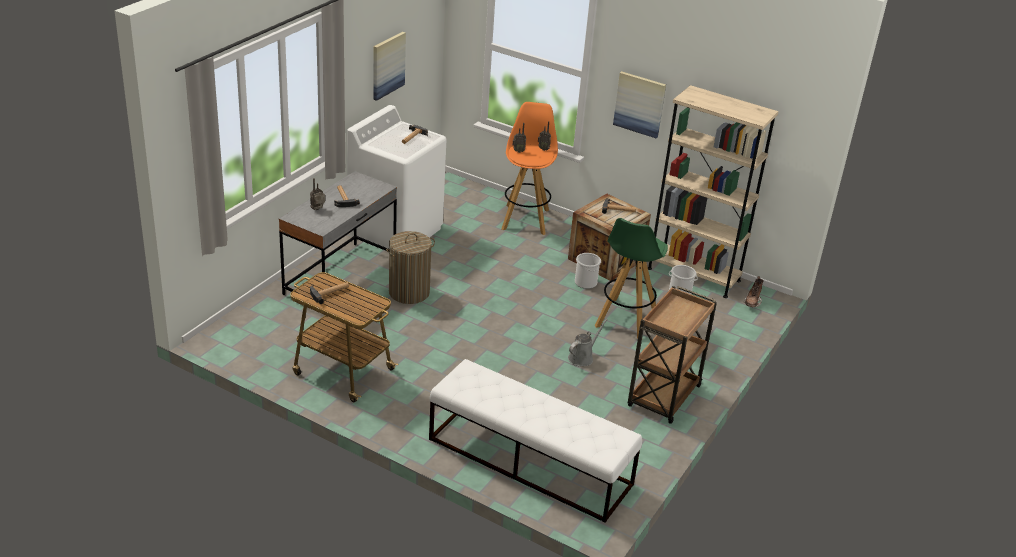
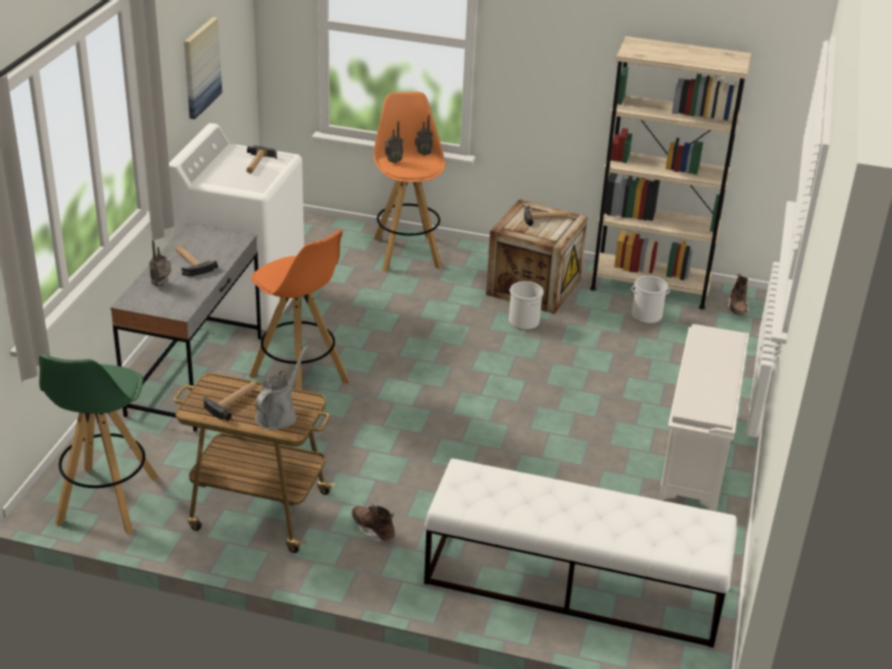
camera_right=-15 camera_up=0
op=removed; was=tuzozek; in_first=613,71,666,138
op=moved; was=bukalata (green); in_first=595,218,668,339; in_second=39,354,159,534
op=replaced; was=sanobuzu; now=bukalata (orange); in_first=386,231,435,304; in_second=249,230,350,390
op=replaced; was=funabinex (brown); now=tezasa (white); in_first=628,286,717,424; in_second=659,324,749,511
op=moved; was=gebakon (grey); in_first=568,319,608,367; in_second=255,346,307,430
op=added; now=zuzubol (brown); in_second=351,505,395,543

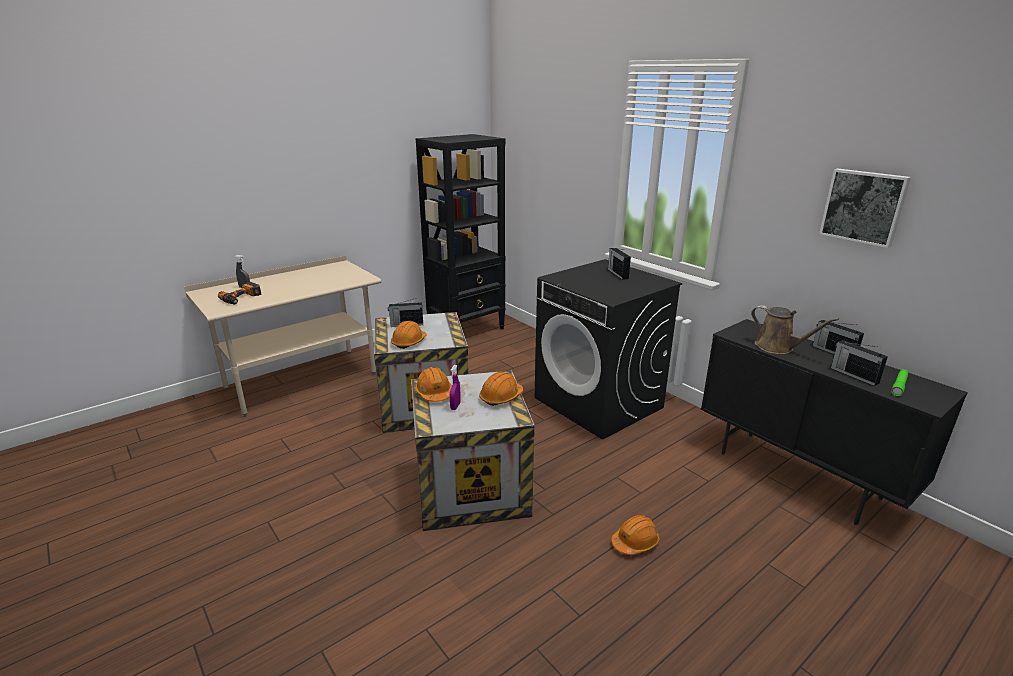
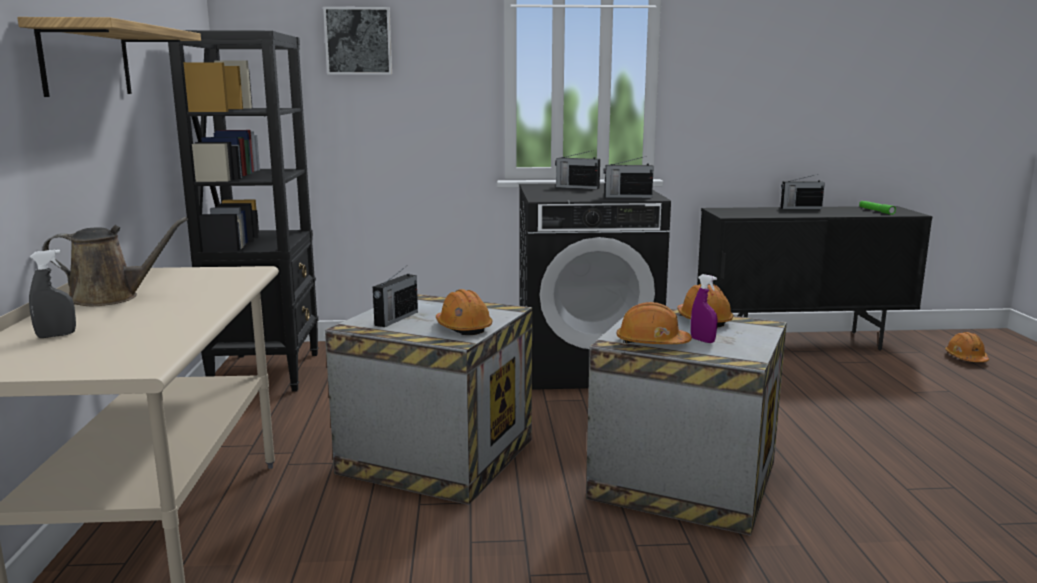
camera_right=-55 camera_up=-10
op=moved; was=tuzozek; in_first=819,169,911,248; in_second=323,7,392,75
op=removed; was=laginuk; in_first=218,282,261,305
op=moved; was=gebakon (brown); in_first=751,305,839,354; in_second=43,217,188,306
op=moved; was=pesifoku; in_first=831,340,888,386; in_second=604,156,654,198
op=moved; was=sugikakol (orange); in_first=611,515,660,555; in_second=945,332,989,362
op=added; now=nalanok; in_second=17,17,201,97

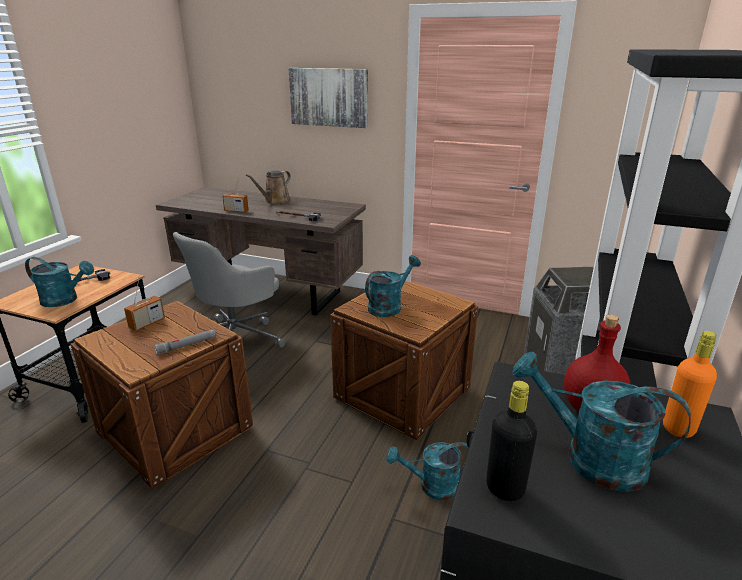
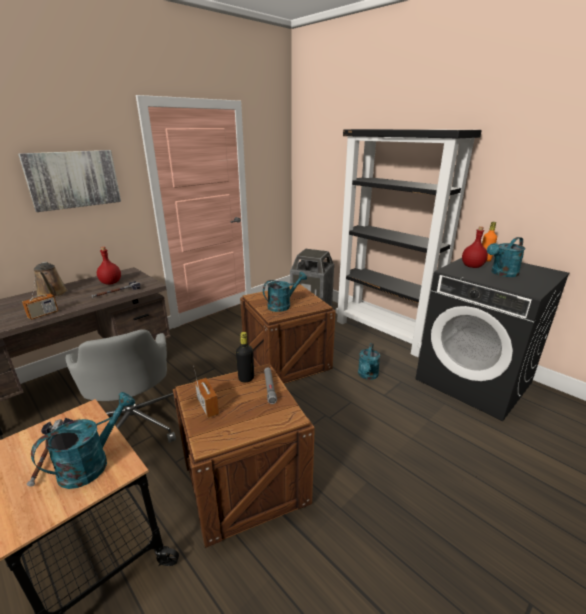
camera_right=-65 camera_up=0
op=turned; was=gebakon (turquoise); in_first=365,255,421,317; in_second=263,272,307,312; clockwise=75
op=moved; was=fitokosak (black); in_first=486,381,537,501; in_second=236,332,254,382
op=added; now=fitokosak (red); in_second=97,247,121,285

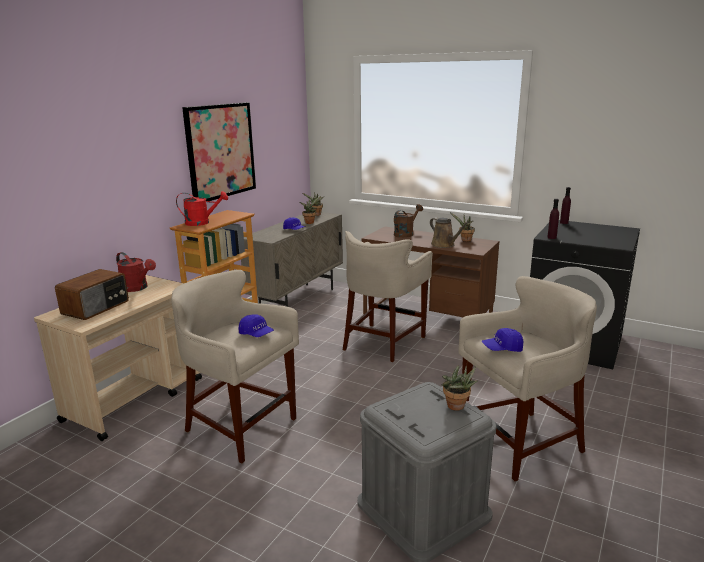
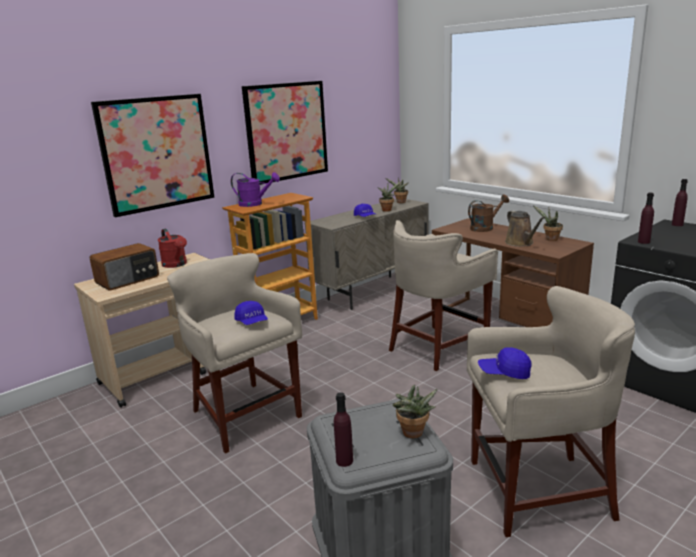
camera_right=20 camera_up=0
op=recoloured; was=gebakon (red); now=gebakon (purple); in_first=176,191,228,226; in_second=231,172,280,207
op=added; now=tuzozek; in_second=91,94,215,217
op=added; now=fitokosak (purple); in_second=334,392,353,467

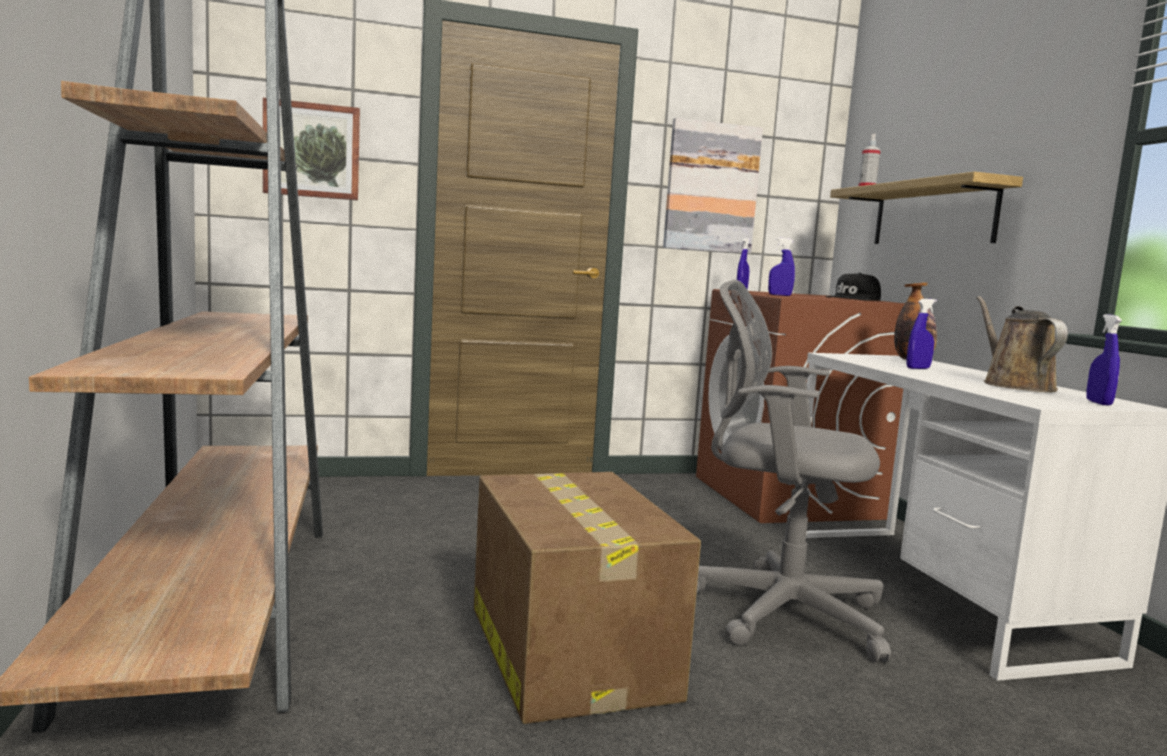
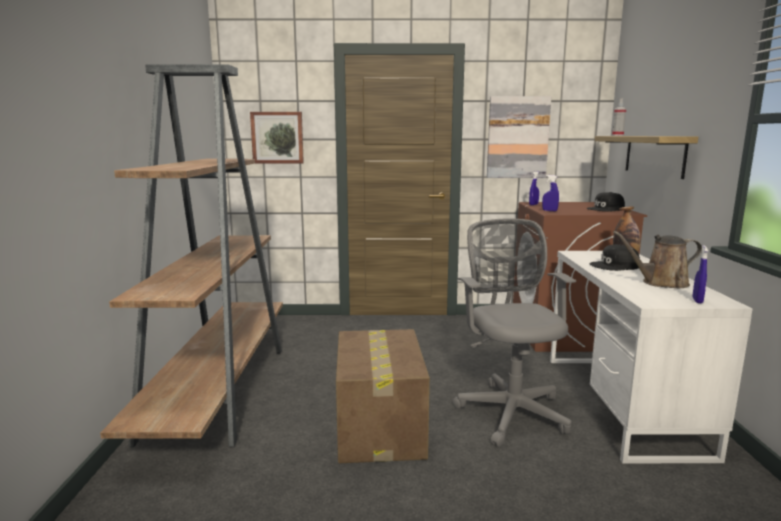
camera_right=15 camera_up=5
op=turned; was=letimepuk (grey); in_first=696,280,891,662; in_second=452,218,576,447; clockwise=45
op=turned; was=gebakon (brown); in_first=976,296,1068,392; in_second=613,231,702,288; clockwise=-105
op=replaced; was=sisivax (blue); now=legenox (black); in_first=907,299,937,369; in_second=589,244,640,271

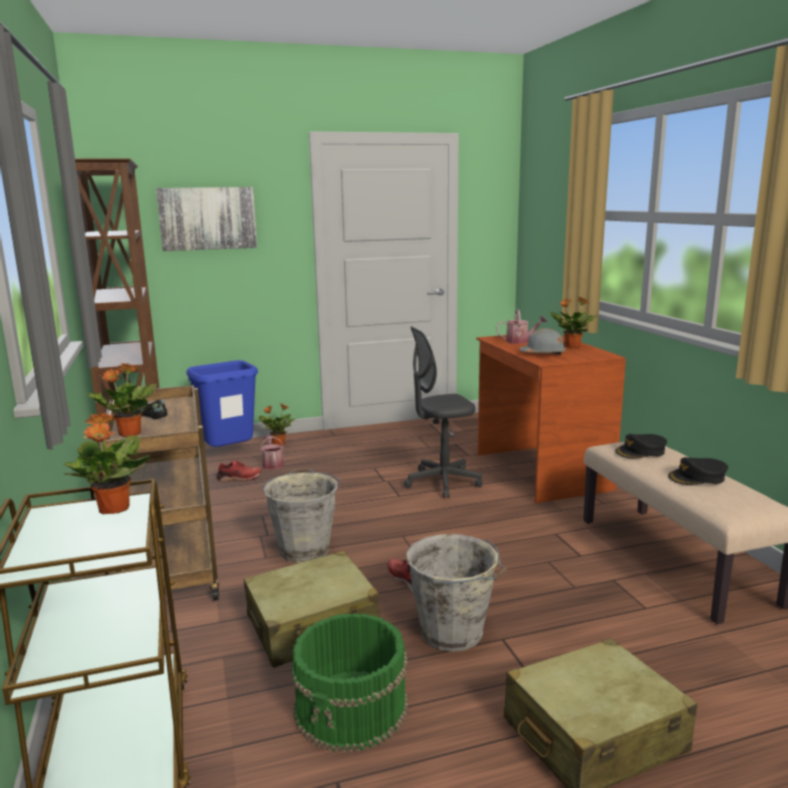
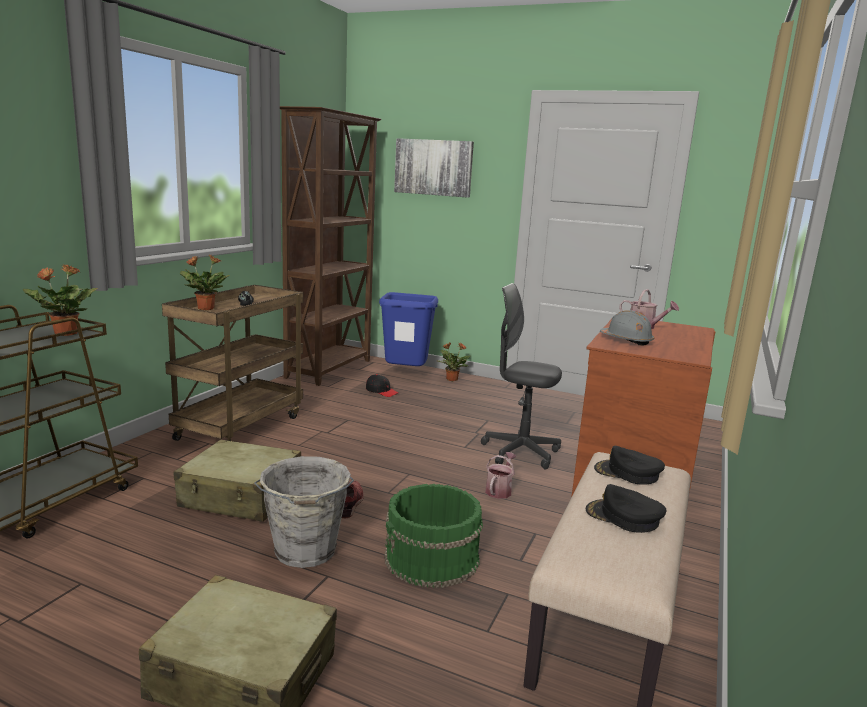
camera_right=40 camera_up=0
op=removed; was=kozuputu; in_first=550,297,598,349
op=moved; was=gebakon; in_first=260,435,284,470; in_second=485,452,516,499
op=replaced; was=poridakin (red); now=legenox (black); in_first=217,460,261,481; in_second=366,374,399,397
op=removed; was=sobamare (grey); in_first=262,469,341,563
op=moved; was=sobamare (green); in_first=291,613,408,752; in_second=384,484,483,588

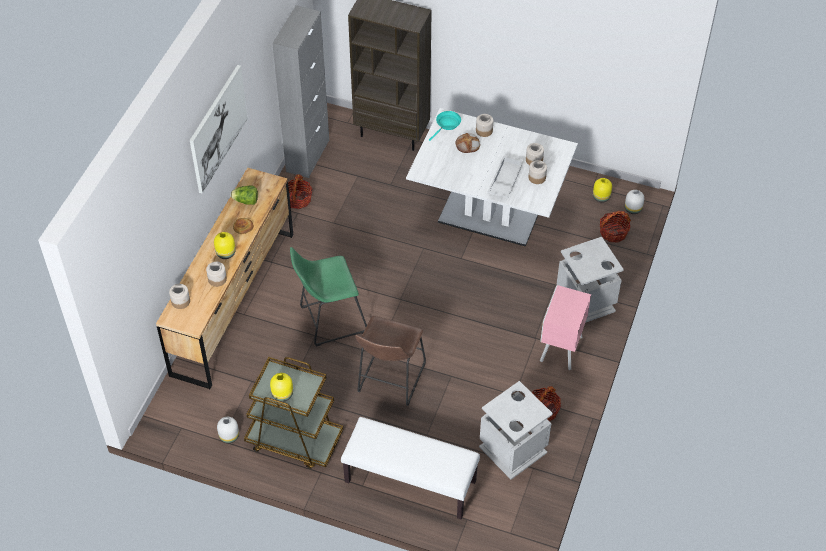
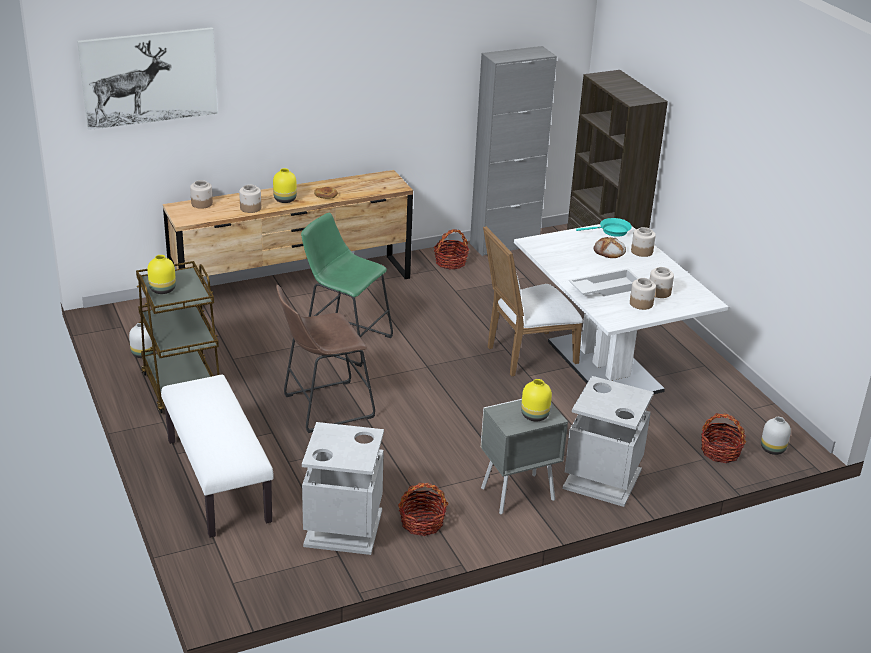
camera_right=45 camera_up=-20
op=moved; was=tuzozek; in_first=190,65,248,194; in_second=77,27,218,130
op=moved; was=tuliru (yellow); in_first=593,178,612,203; in_second=521,379,552,421
op=removed; was=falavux; in_first=231,186,258,205
op=recoloured; was=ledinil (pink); now=ledinil (grey); in_first=540,285,591,370; in_second=481,399,568,515
op=added; now=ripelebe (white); in_second=483,226,583,376

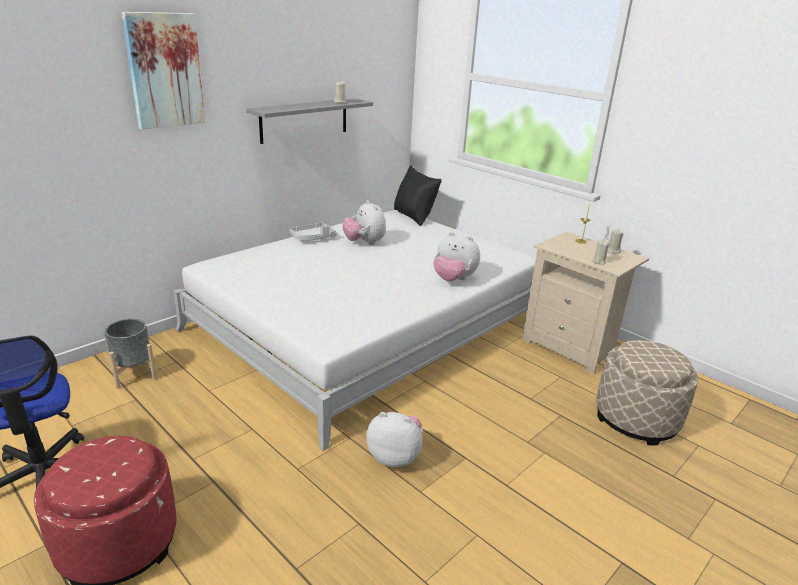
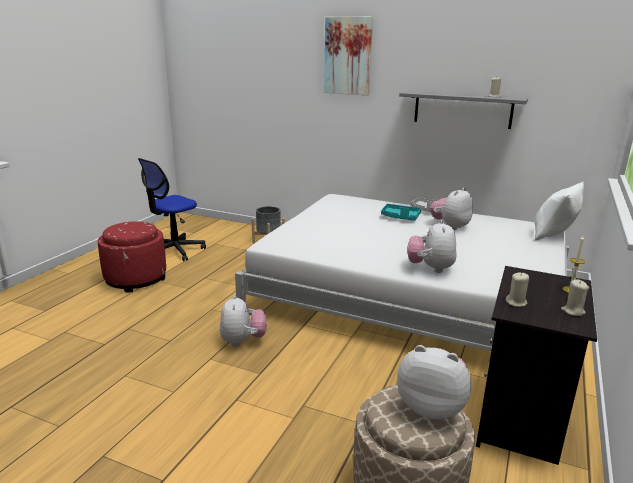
camera_right=70 camera_up=-5
op=recoloured; was=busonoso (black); now=busonoso (white); in_first=394,165,442,226; in_second=535,182,584,240
op=recoloured; was=ledinil (beige); now=ledinil (black); in_first=522,232,649,374; in_second=476,266,597,465
op=added; now=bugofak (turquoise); in_second=381,204,421,221
op=added; now=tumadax; in_second=397,345,472,421

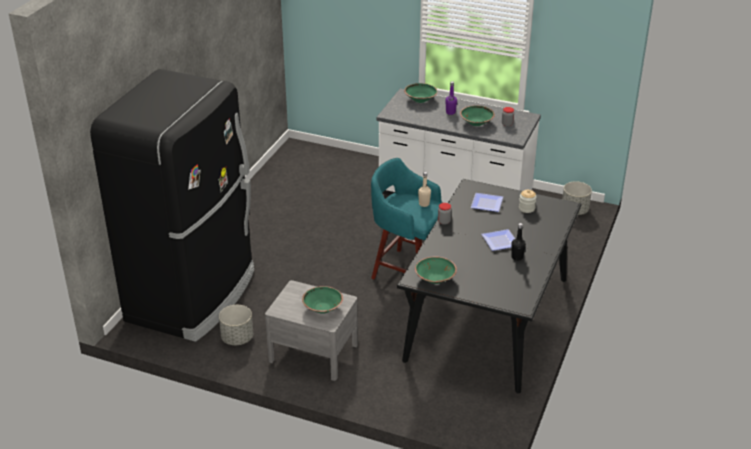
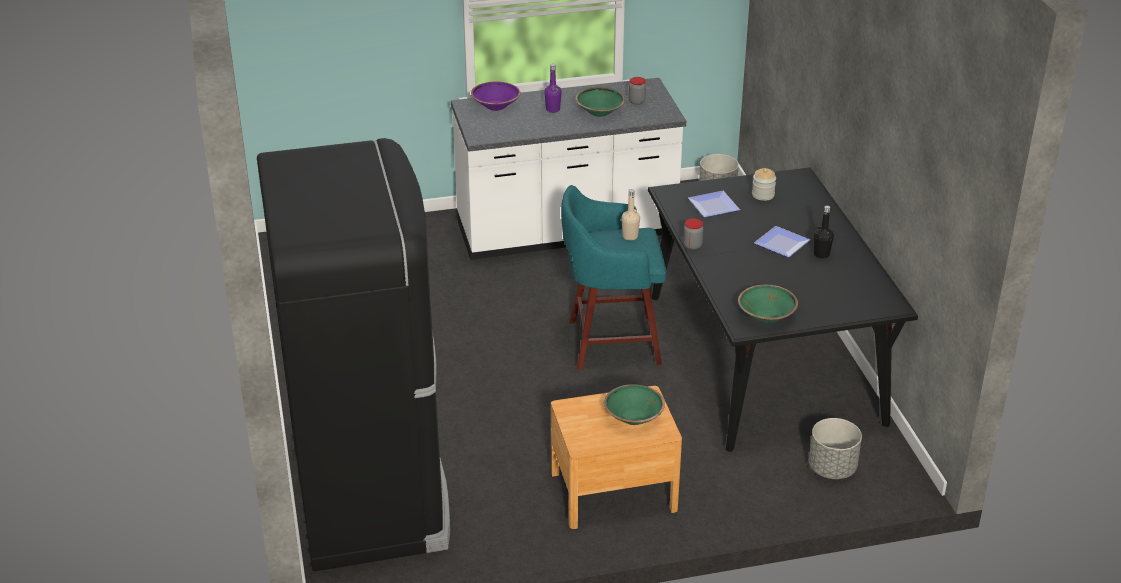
camera_right=-35 camera_up=0
op=recoloured; was=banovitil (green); now=banovitil (purple); in_first=404,83,438,103; in_second=471,82,521,111
op=recoloured; was=ledinil (grey); now=ledinil (brown); in_first=265,280,358,381; in_second=551,386,682,529
op=moved; was=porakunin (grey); in_first=219,305,253,345; in_second=809,418,862,479

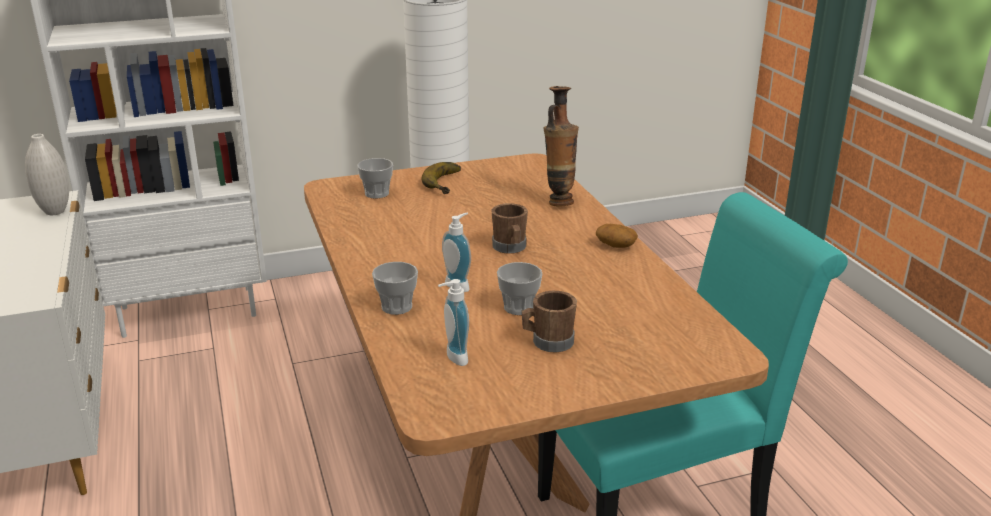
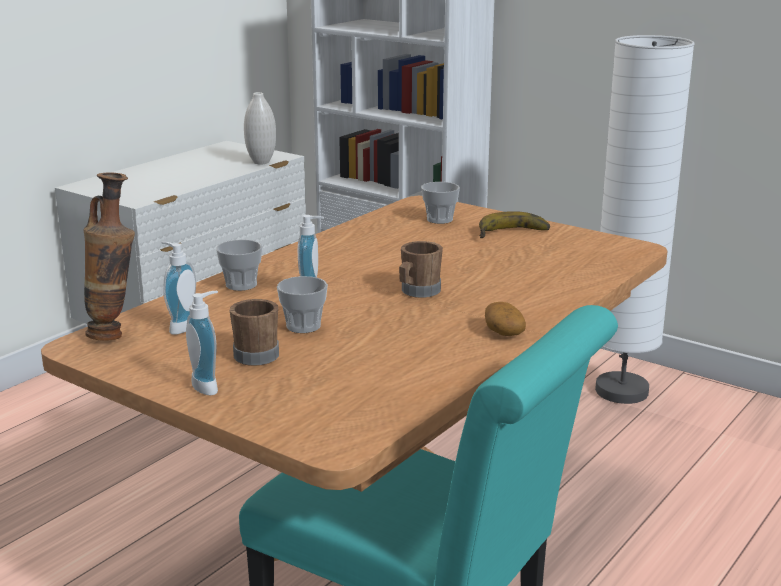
camera_right=55 camera_up=-5
op=moved; was=tuliru; in_first=544,86,579,206; in_second=84,172,135,341
op=added; now=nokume; in_second=186,291,218,395

